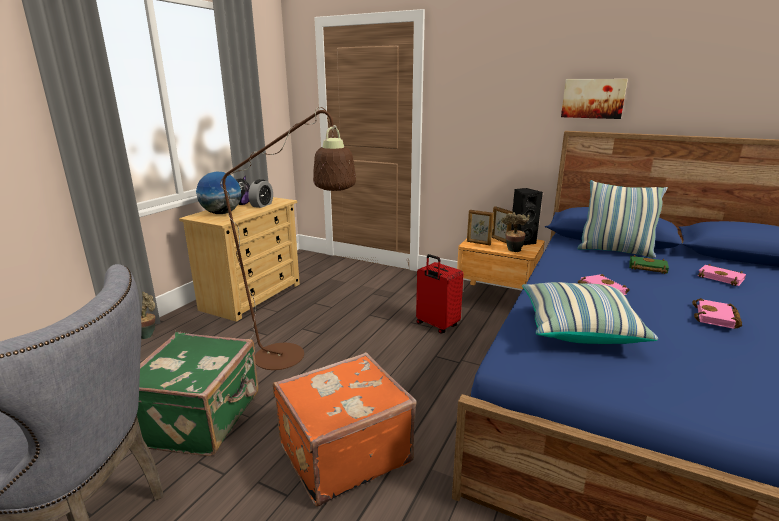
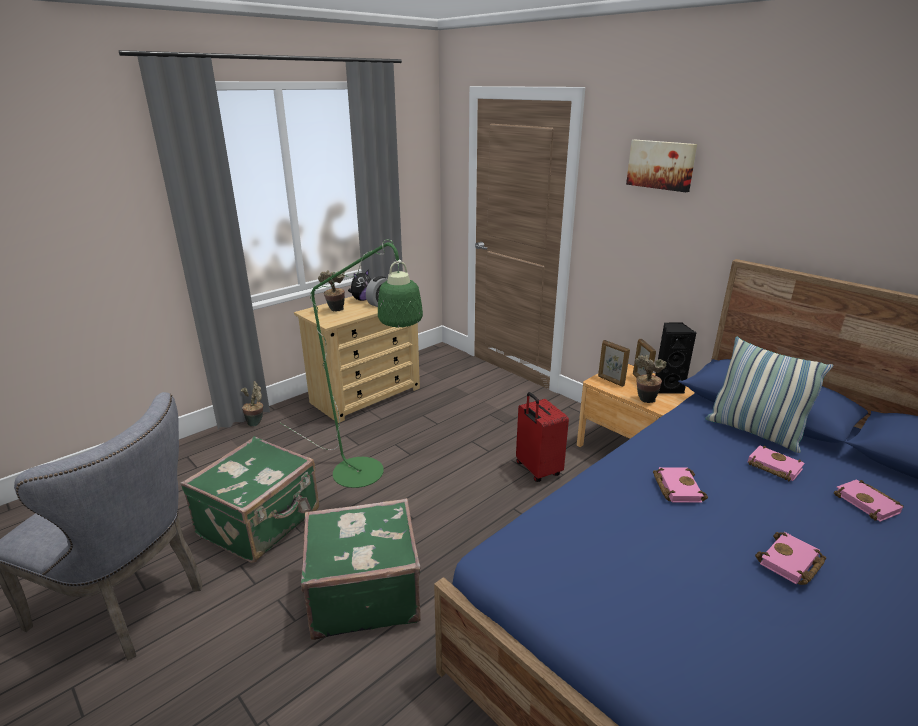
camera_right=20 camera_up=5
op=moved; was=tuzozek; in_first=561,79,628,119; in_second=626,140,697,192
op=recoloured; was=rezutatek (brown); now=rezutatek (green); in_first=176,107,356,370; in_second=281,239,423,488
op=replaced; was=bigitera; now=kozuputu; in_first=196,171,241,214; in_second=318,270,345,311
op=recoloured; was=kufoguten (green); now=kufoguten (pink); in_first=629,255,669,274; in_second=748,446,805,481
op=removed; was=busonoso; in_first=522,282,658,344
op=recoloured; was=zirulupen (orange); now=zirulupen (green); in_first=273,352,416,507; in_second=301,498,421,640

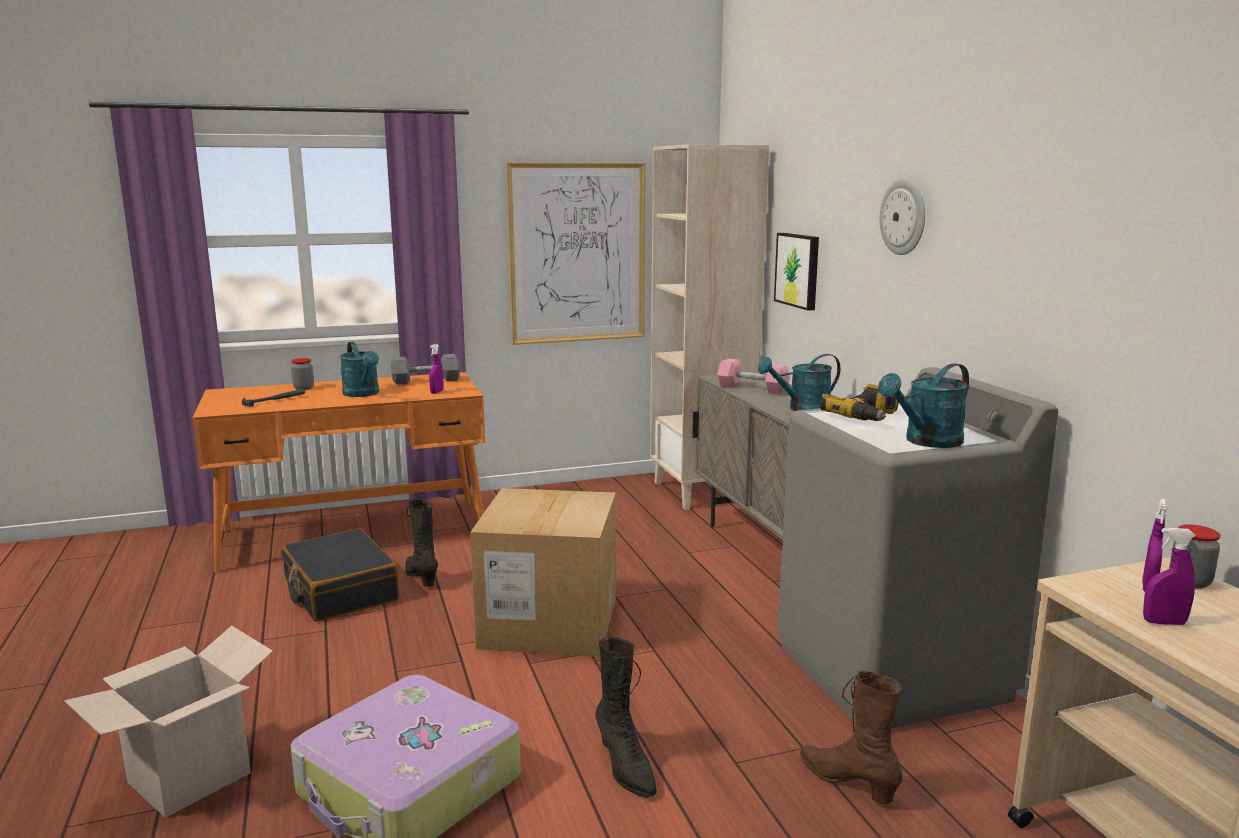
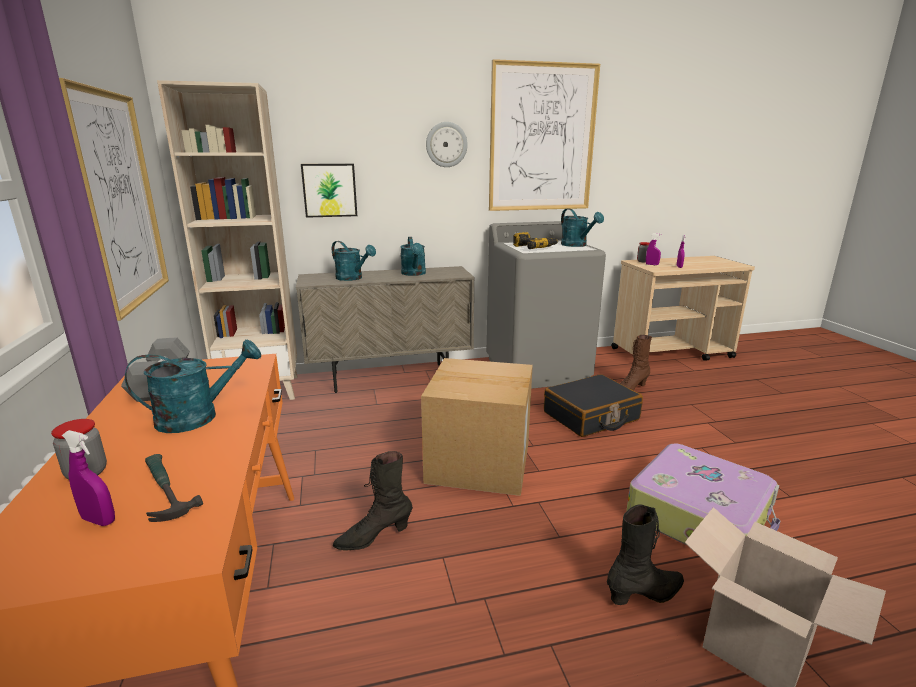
camera_right=-85 camera_up=5
op=moved; was=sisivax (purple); in_first=429,344,444,394; in_second=62,430,115,526
op=replaced; was=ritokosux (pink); now=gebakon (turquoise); in_first=717,359,790,394; in_second=332,241,376,281
op=moved; was=zirulupen (black); in_first=281,528,399,622; in_second=544,374,643,437
op=moved; was=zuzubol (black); in_first=596,637,657,798; in_second=607,504,684,605
op=added; now=tuzozek; in_second=489,59,600,211

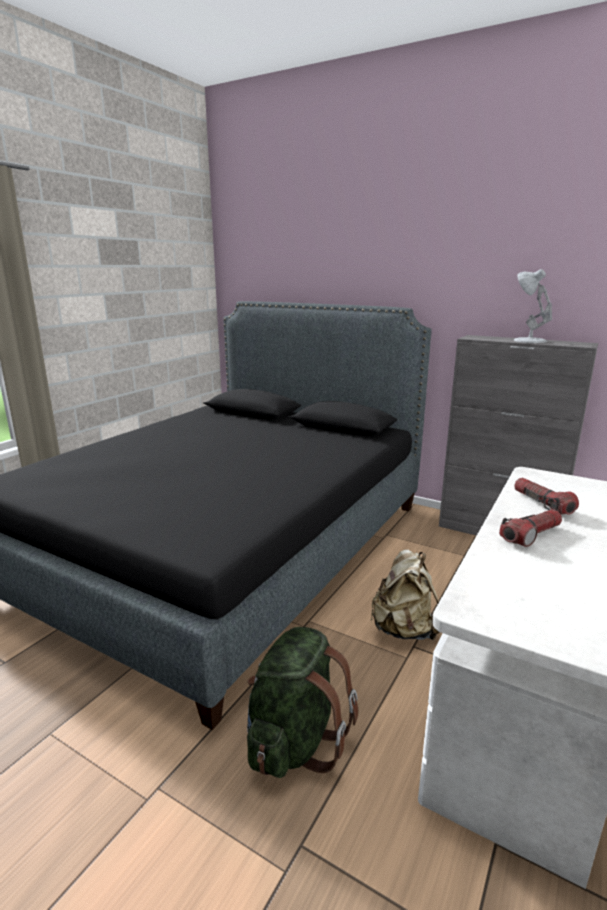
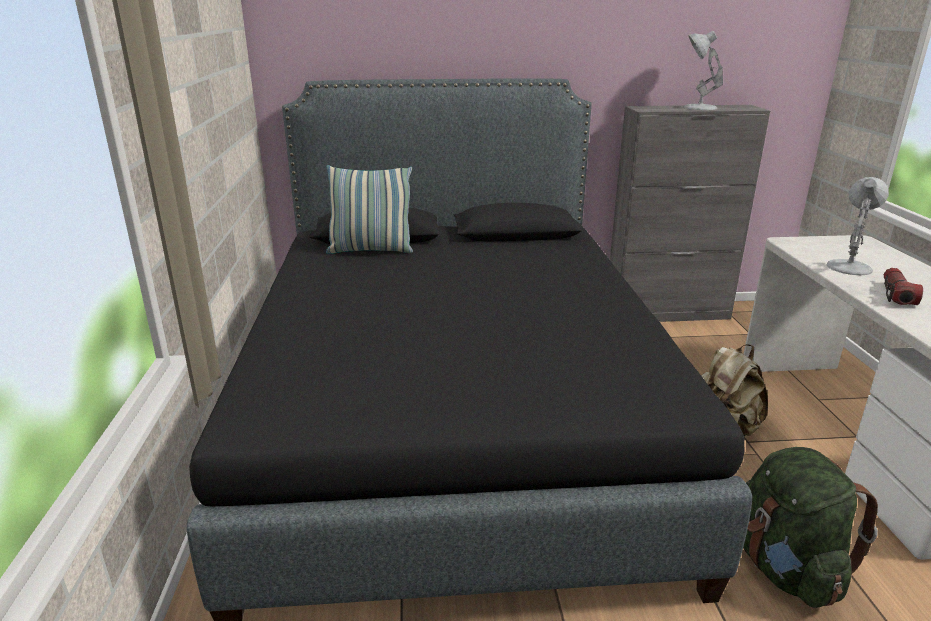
camera_right=-35 camera_up=5
op=replaced; was=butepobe; now=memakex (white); in_first=514,478,579,515; in_second=826,177,889,275
op=added; now=busonoso; in_second=326,165,413,254

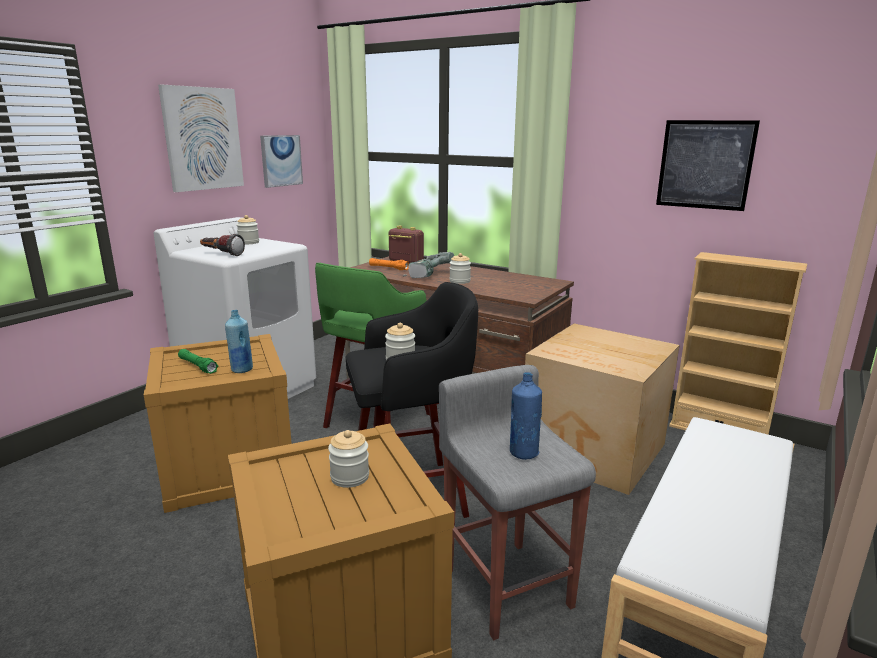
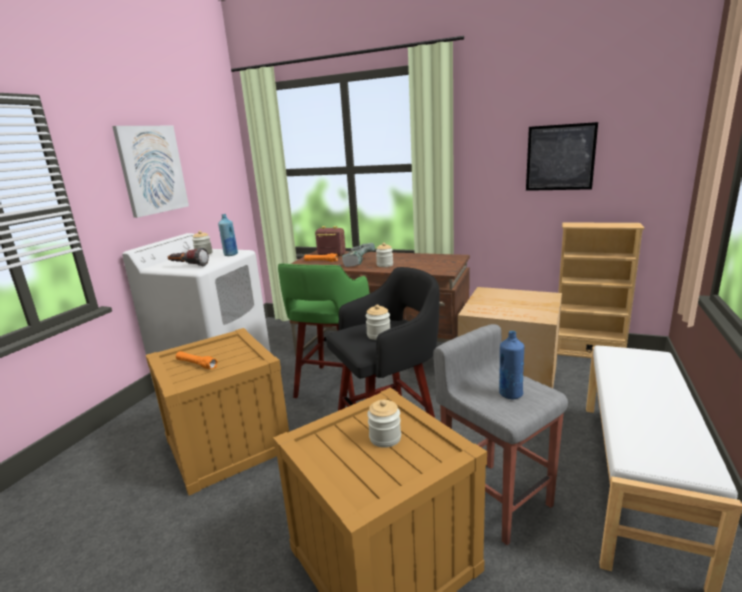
camera_right=-10 camera_up=0
op=removed; was=tuzozek; in_first=260,135,303,188
op=moved; was=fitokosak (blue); in_first=225,310,253,373; in_second=218,214,238,256
op=recoloured; was=butepobe (green); now=butepobe (orange); in_first=178,349,218,374; in_second=176,351,218,369

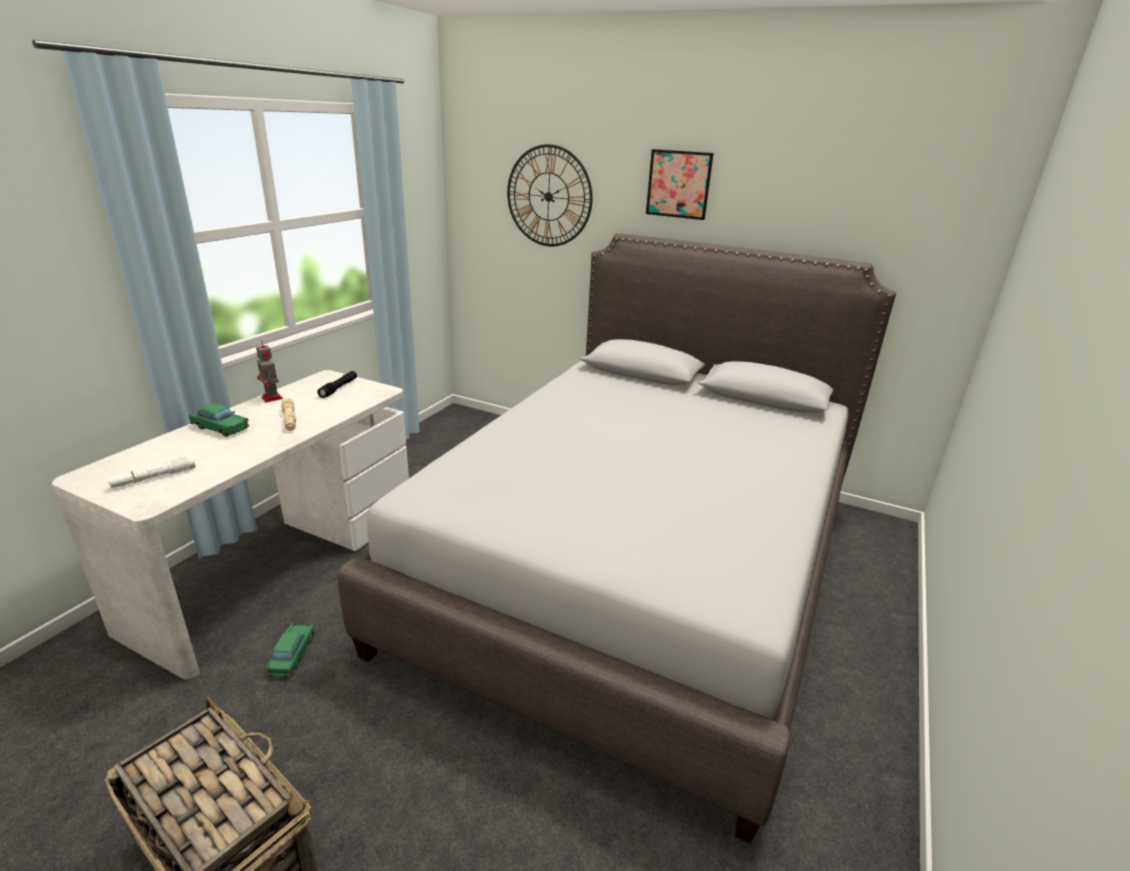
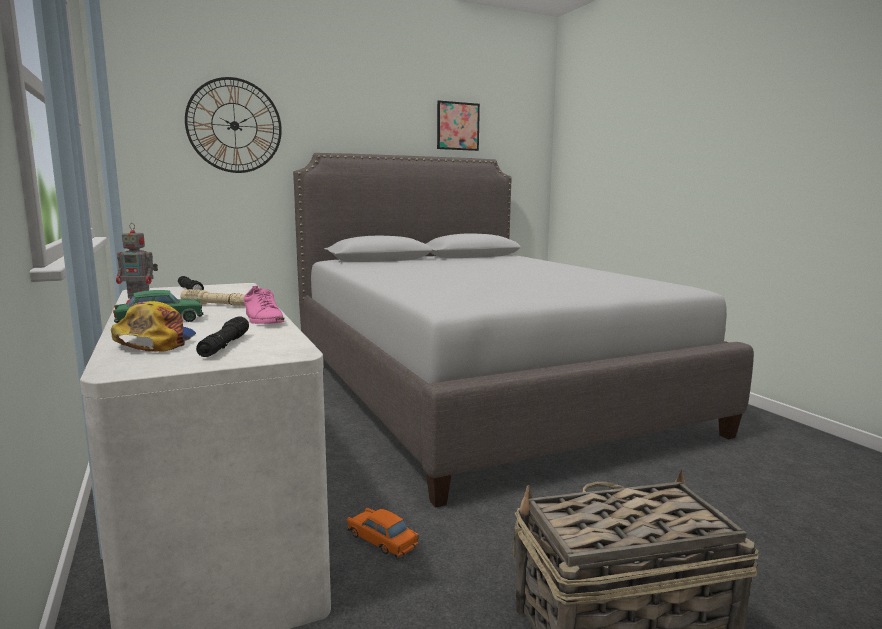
camera_right=-50 camera_up=-15
op=moved; was=tuzozek; in_first=646,149,714,220; in_second=437,100,480,151
op=recoloured; was=butepobe (white); now=butepobe (black); in_first=108,455,196,488; in_second=196,316,249,357
op=recoloured; was=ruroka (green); now=ruroka (orange); in_first=265,623,315,677; in_second=347,508,419,558
op=added; now=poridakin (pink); in_second=244,286,284,324
op=added; now=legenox; in_second=111,301,196,352

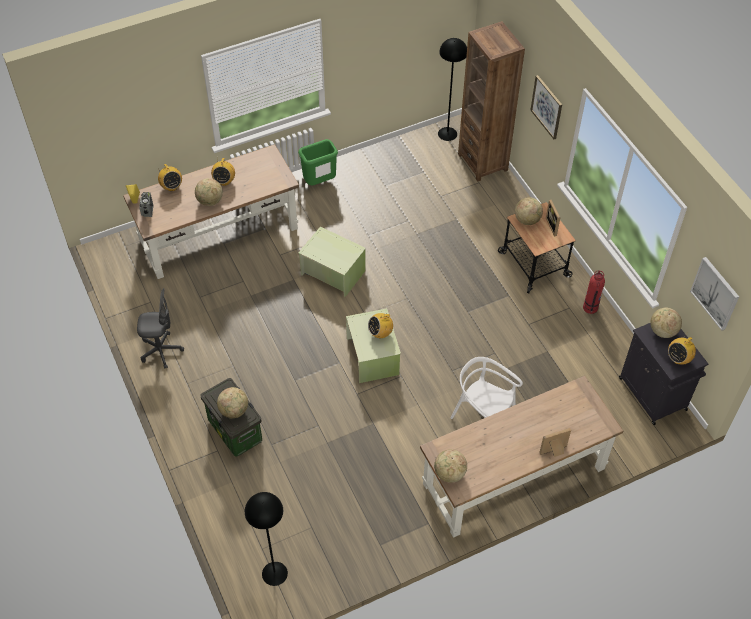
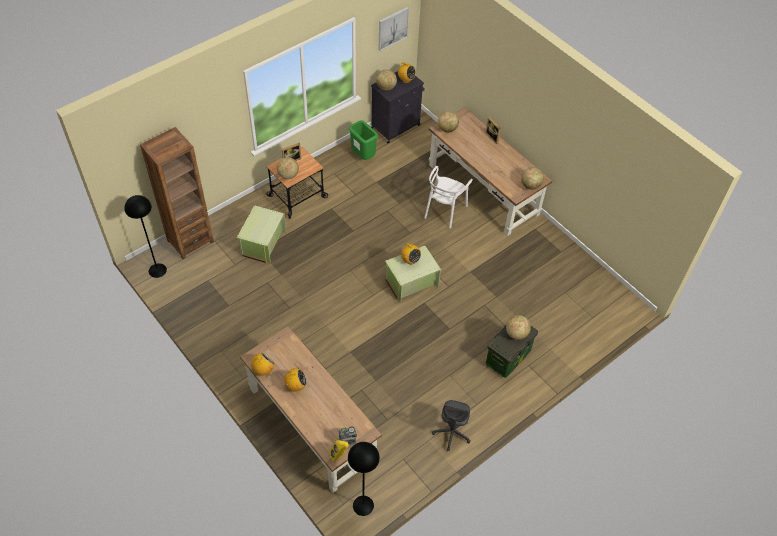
camera_right=-105 camera_up=0
op=removed; was=tuzozek; in_first=530,75,562,139
op=moved; was=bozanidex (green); in_first=298,139,338,185; in_second=349,120,378,160
op=moved; was=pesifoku; in_first=158,164,182,191; in_second=251,353,274,375
op=moved; was=bigitera; in_first=195,178,223,206; in_second=438,111,459,133
op=moved; was=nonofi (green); in_first=298,226,366,297; in_second=237,206,286,263
op=removed; was=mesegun; in_first=583,270,605,314
op=turned; was=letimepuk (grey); in_first=137,288,184,369; in_second=432,400,471,451; clockwise=-150
op=moved; was=rezutatek (black); in_first=245,492,288,586; in_second=348,442,380,516

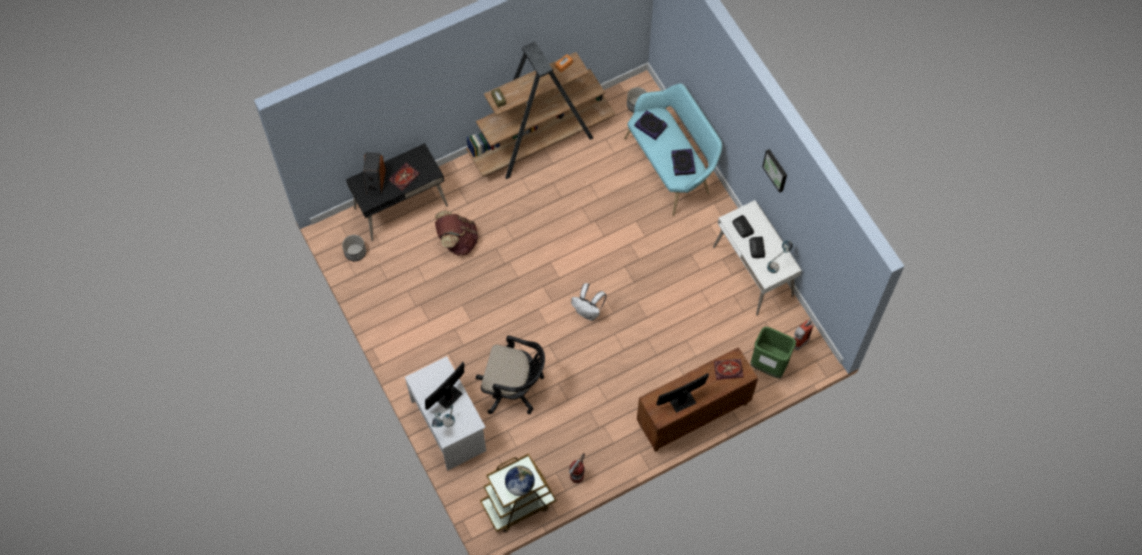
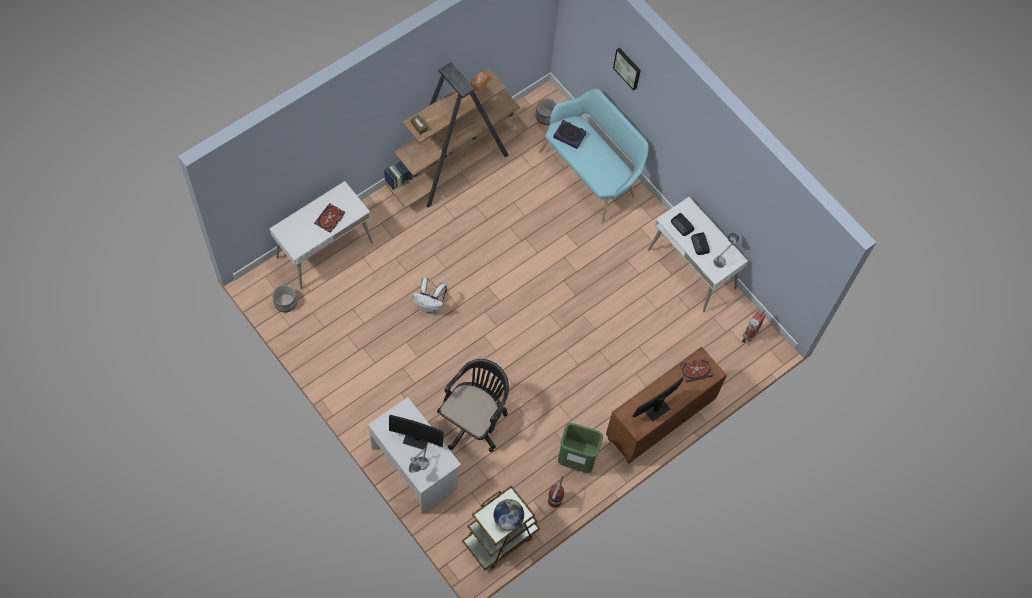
camera_right=-15 camera_up=0
op=recoloured; was=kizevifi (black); now=kizevifi (white); in_first=346,143,448,241; in_second=269,181,373,289
op=removed; was=kufoguten; in_first=671,149,696,176
op=moved; was=tuzozek; in_first=762,149,787,193; in_second=613,48,641,90
op=removed; was=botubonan; in_first=363,152,386,195
op=removed; was=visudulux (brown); in_first=435,210,479,256
op=moved; was=visudulux (white); in_first=571,283,607,321; in_second=412,277,447,315
op=moved; was=bozanidex (green); in_first=750,327,796,378; in_second=558,423,603,473
op=turned; was=letimepuk (black); in_first=476,336,545,414; in_second=437,359,509,452; clockwise=-60
op=turned; was=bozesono; in_first=425,362,464,410; in_second=389,415,444,450; clockwise=-105

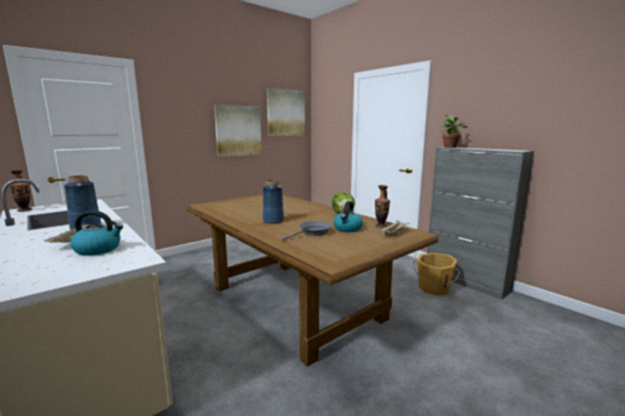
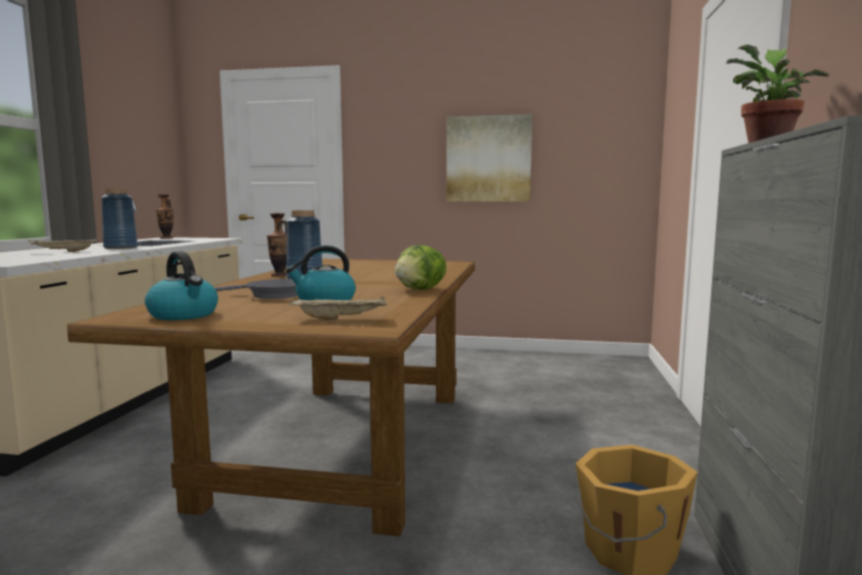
camera_right=50 camera_up=-5
op=removed; was=tuzozek; in_first=267,88,305,136
op=moved; was=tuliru; in_first=375,185,390,227; in_second=267,213,287,276
op=moved; was=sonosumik; in_first=70,211,123,256; in_second=145,251,218,320

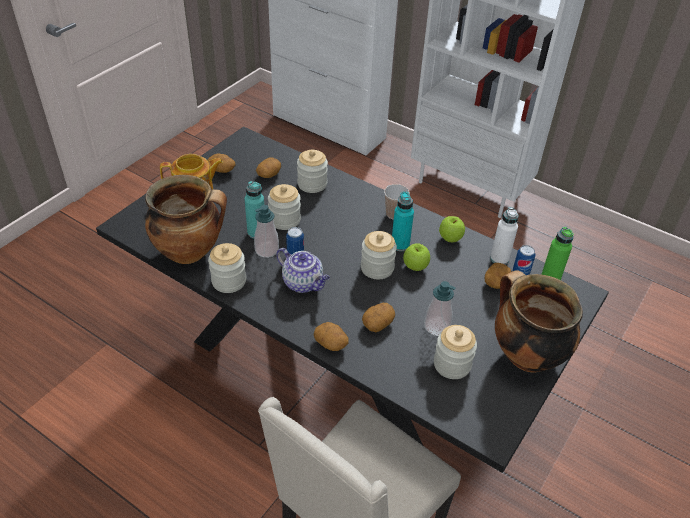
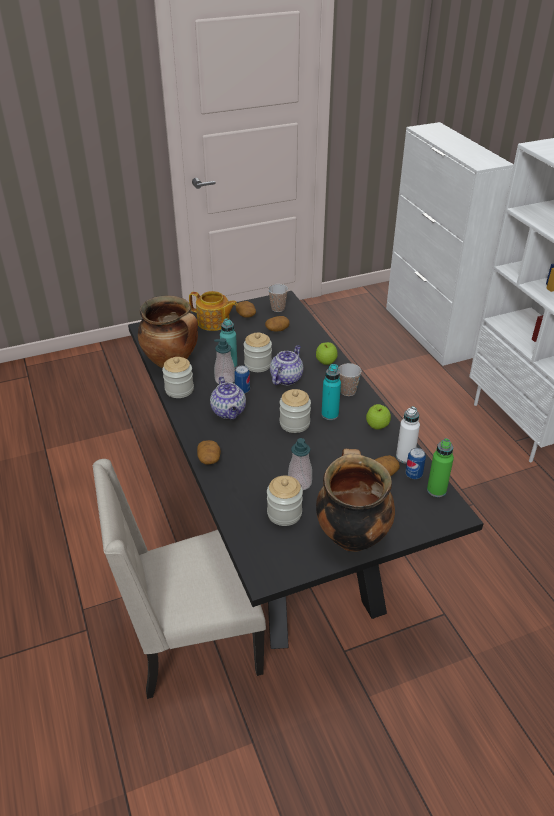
camera_right=35 camera_up=-5
op=removed; was=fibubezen; in_first=297,150,328,193
op=moved; was=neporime; in_first=403,243,430,271; in_second=316,342,338,365
op=removed; was=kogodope; in_first=362,303,395,332
op=added; now=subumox; in_second=268,284,288,312
op=added; now=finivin; in_second=270,345,304,385

